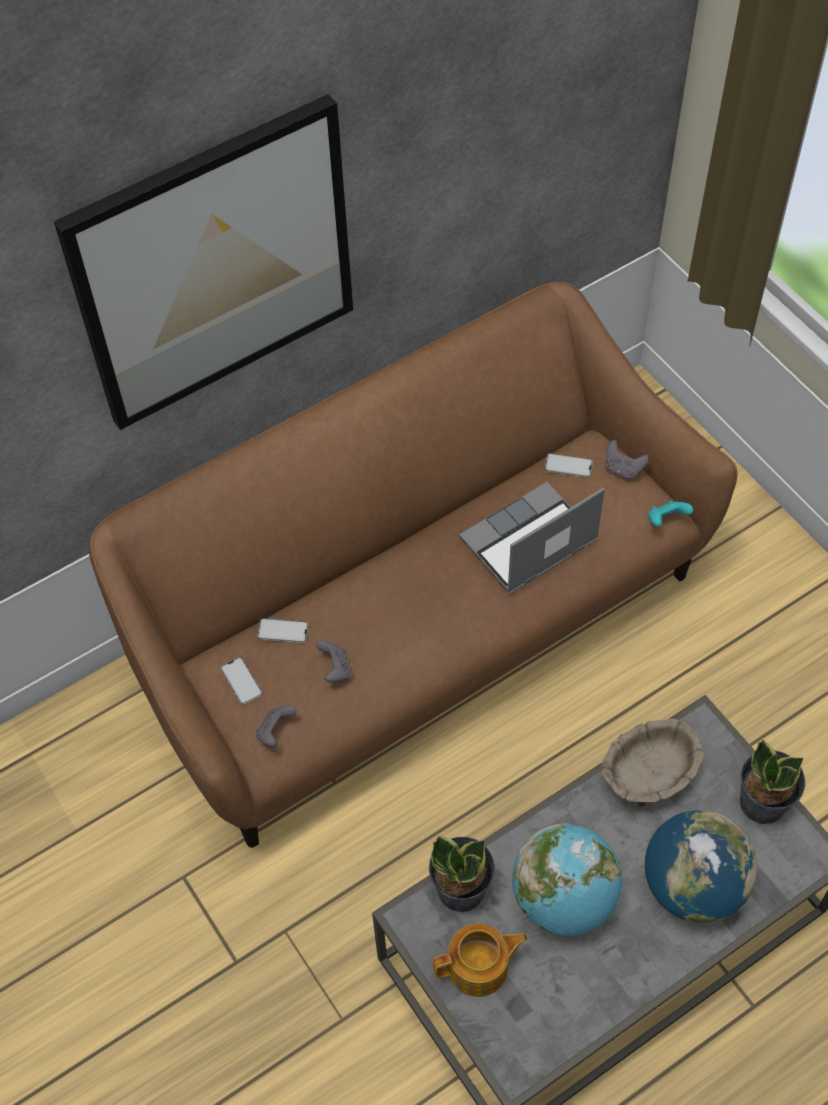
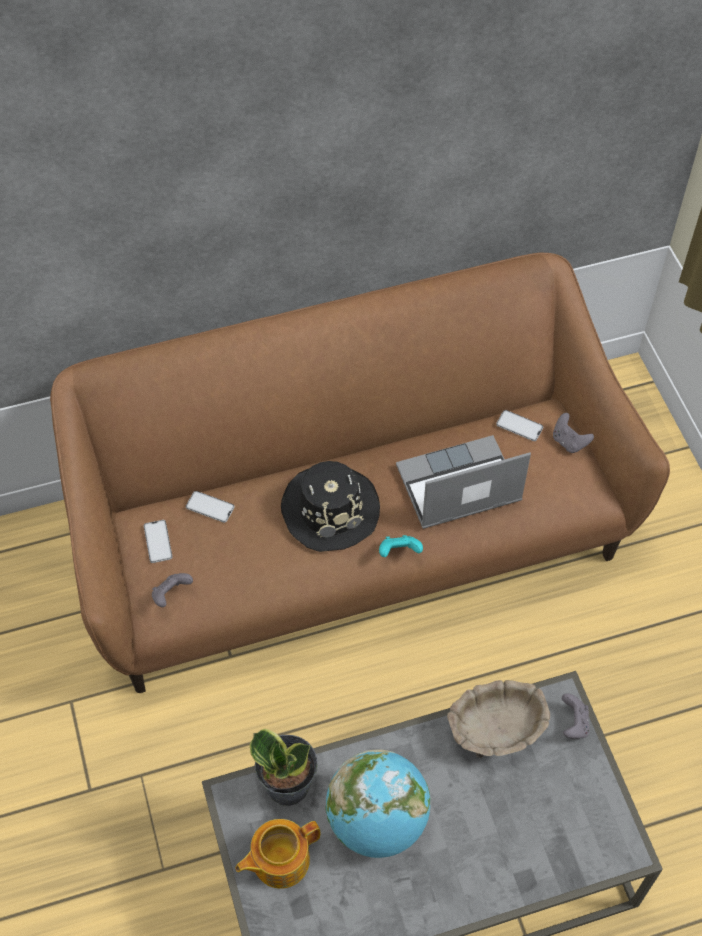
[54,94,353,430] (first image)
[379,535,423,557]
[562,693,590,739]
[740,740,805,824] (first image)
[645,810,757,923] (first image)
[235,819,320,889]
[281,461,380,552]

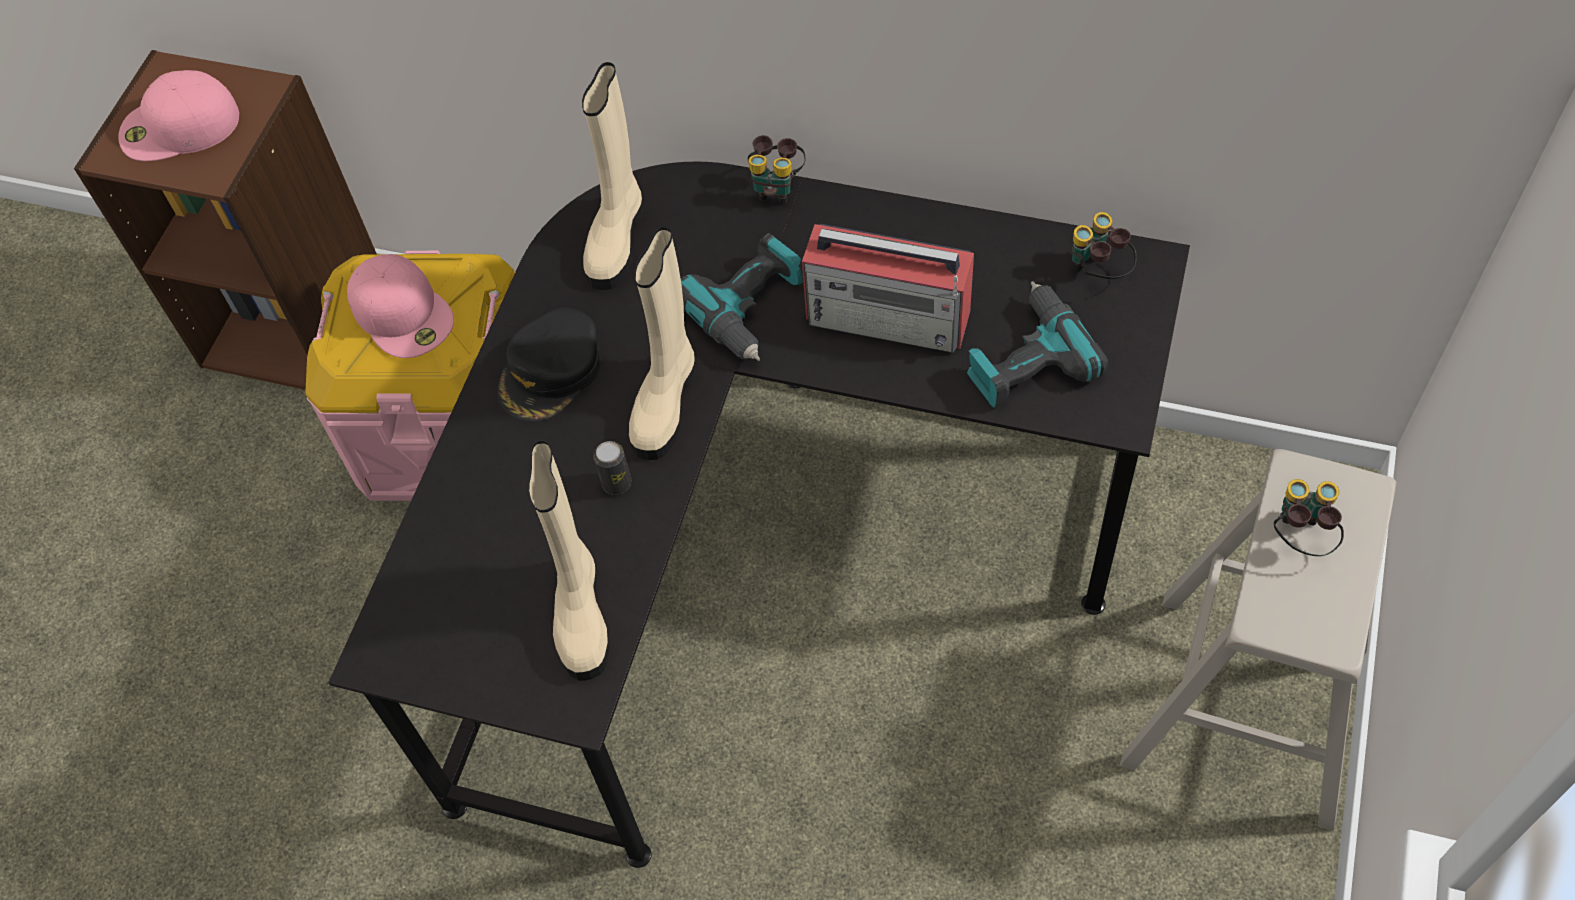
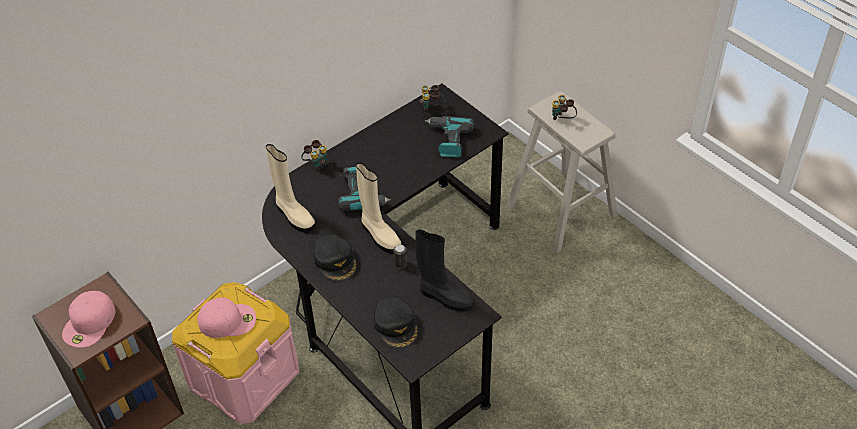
[802,224,974,353] (first image)
[415,230,474,312]
[373,296,418,349]

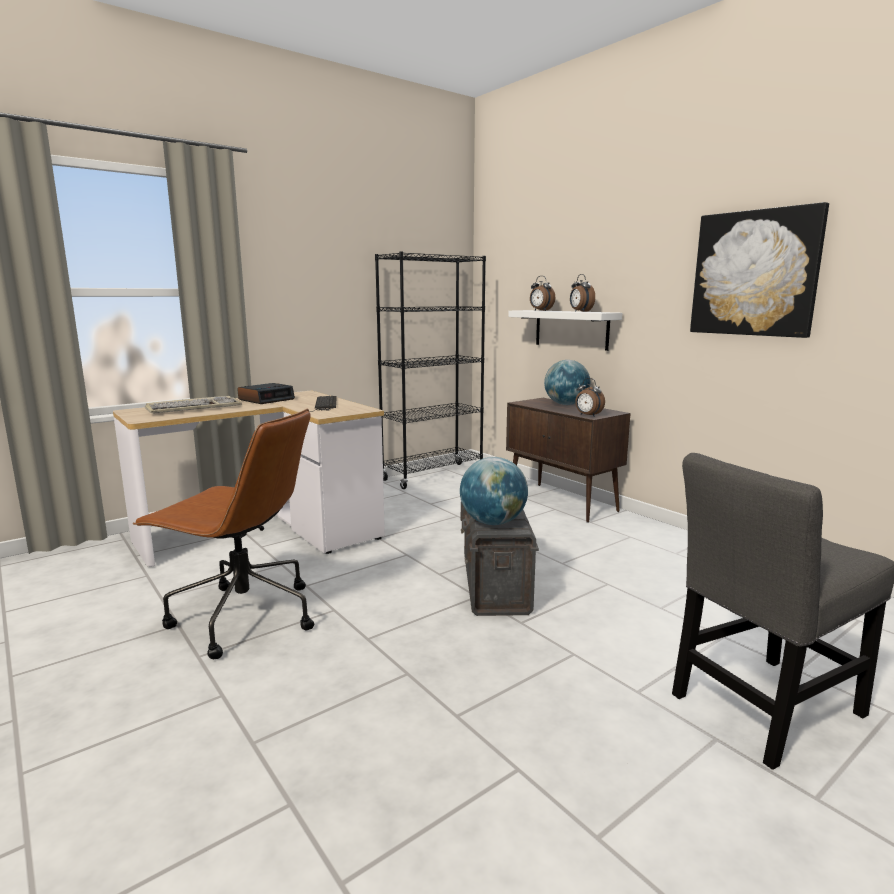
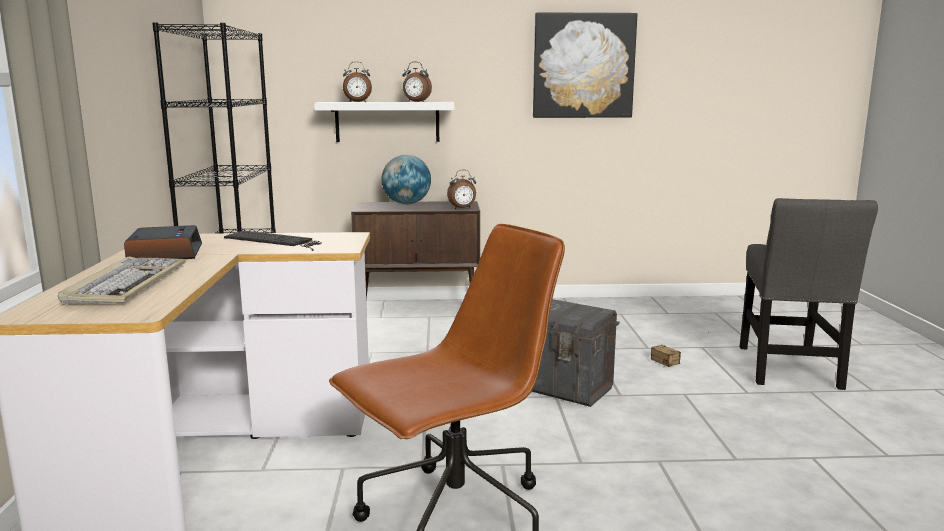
[460,457,528,525] (first image)
[651,331,709,367]

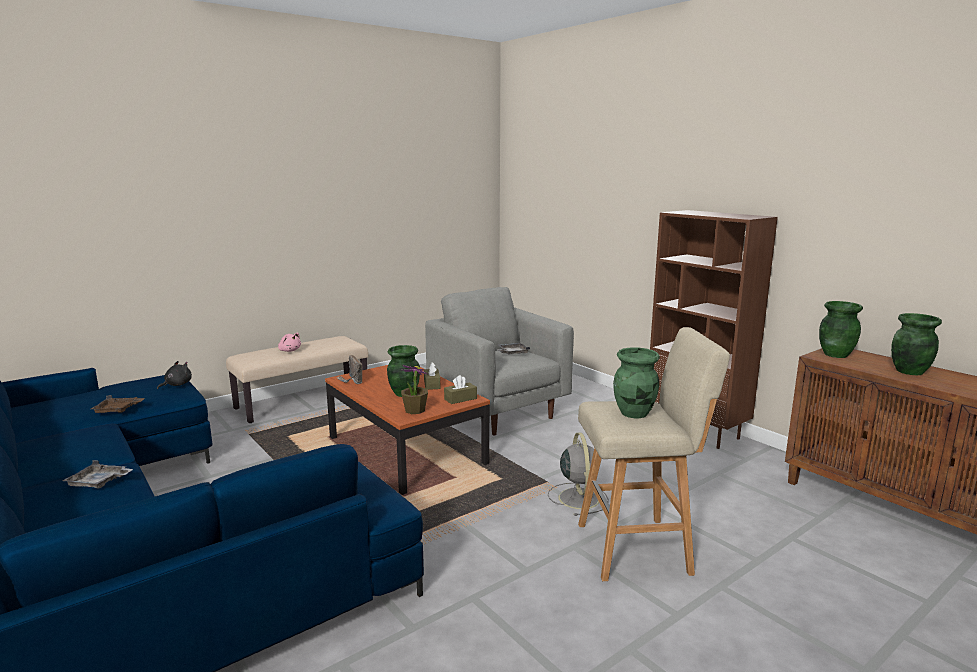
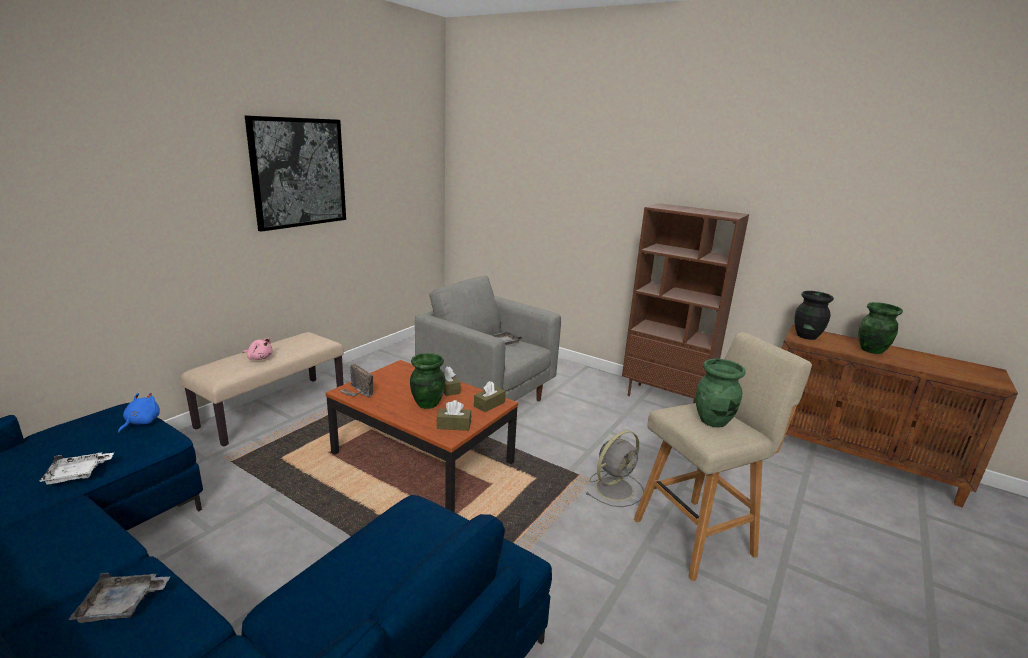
[794,291,834,340]
[118,393,160,433]
[437,400,471,431]
[39,452,114,484]
[585,430,644,507]
[245,115,346,232]

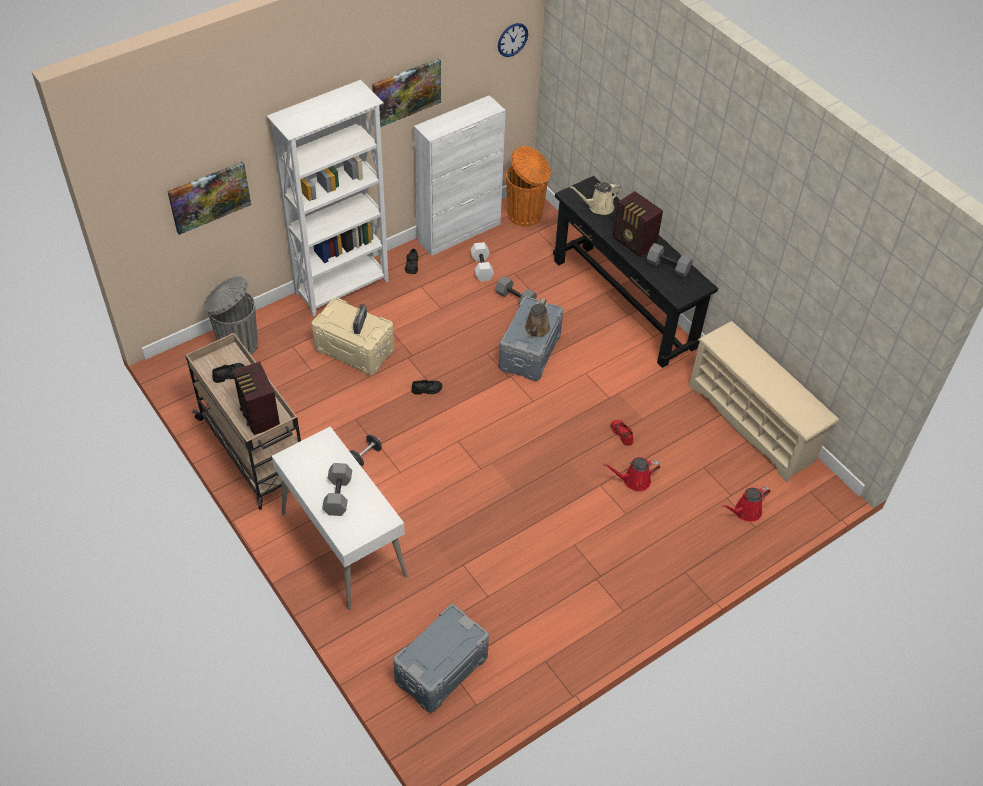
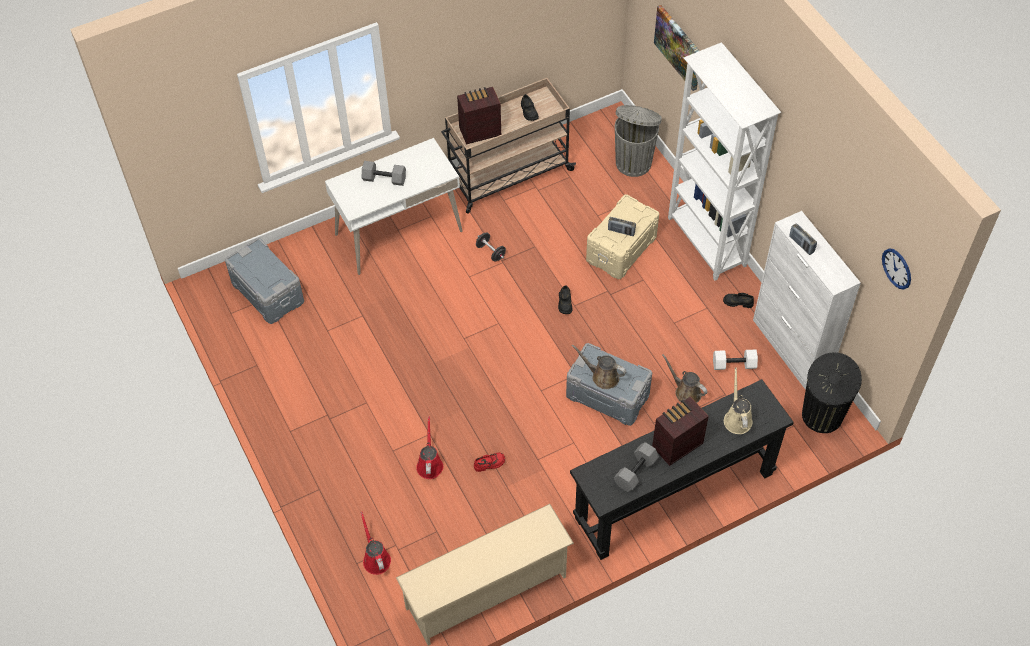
[372,58,441,127] (first image)
[802,352,862,433]
[662,354,707,403]
[789,223,817,255]

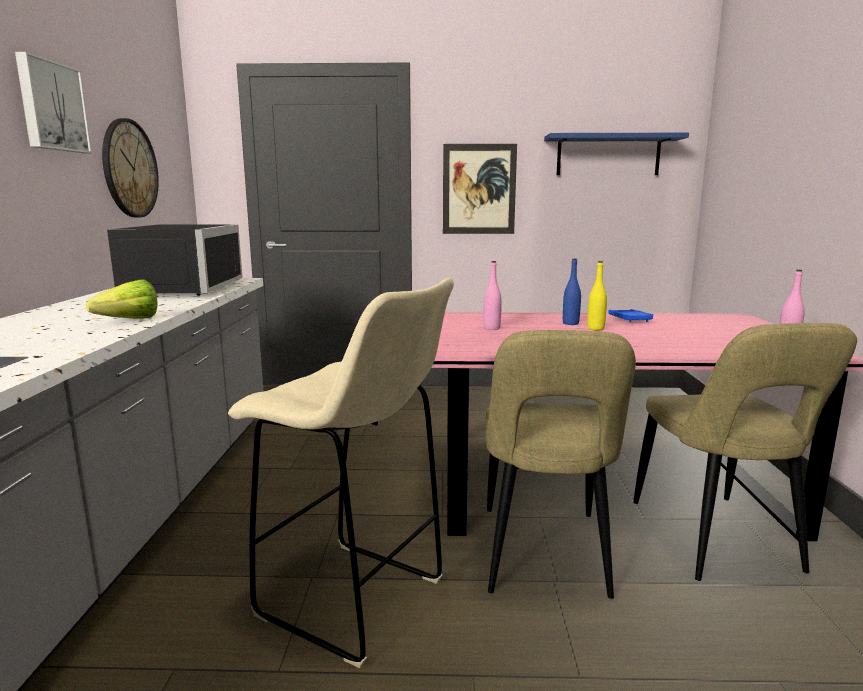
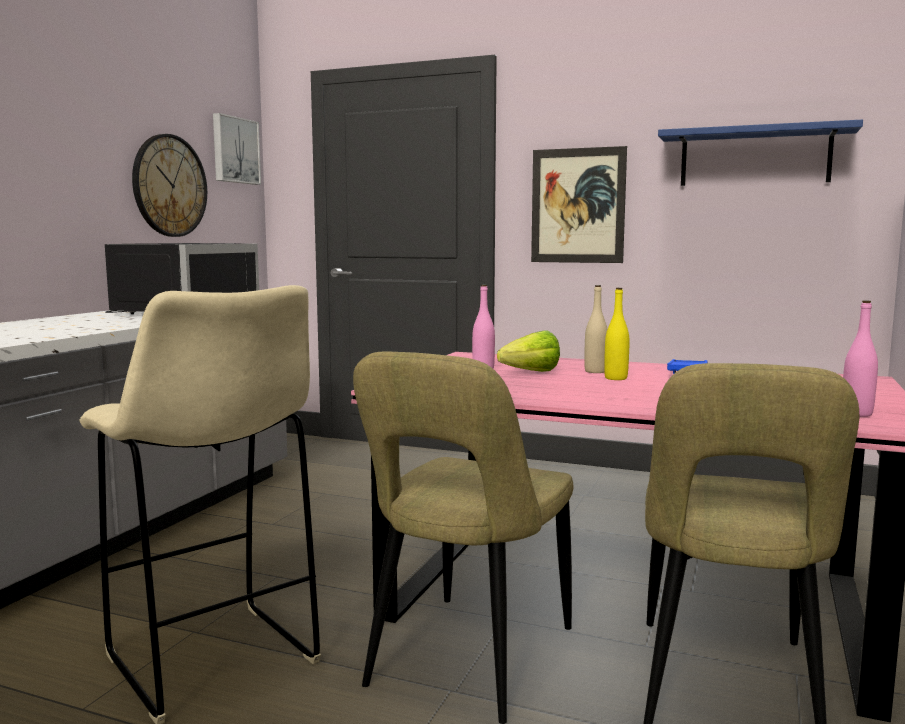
[213,113,261,185]
[584,285,607,373]
[497,330,560,372]

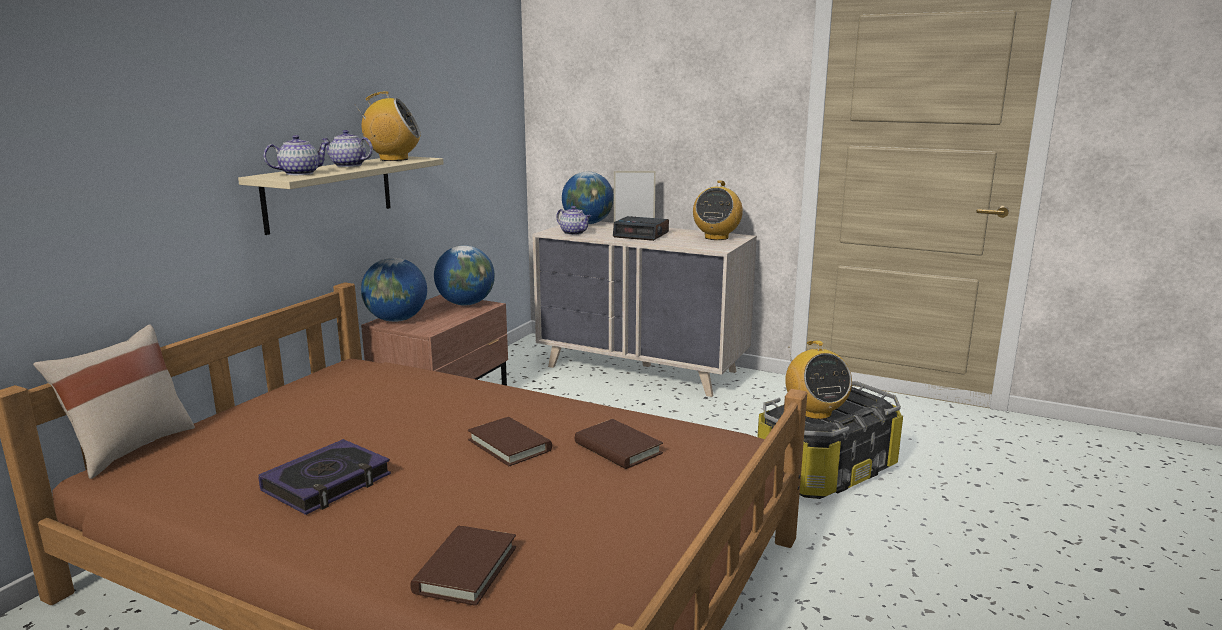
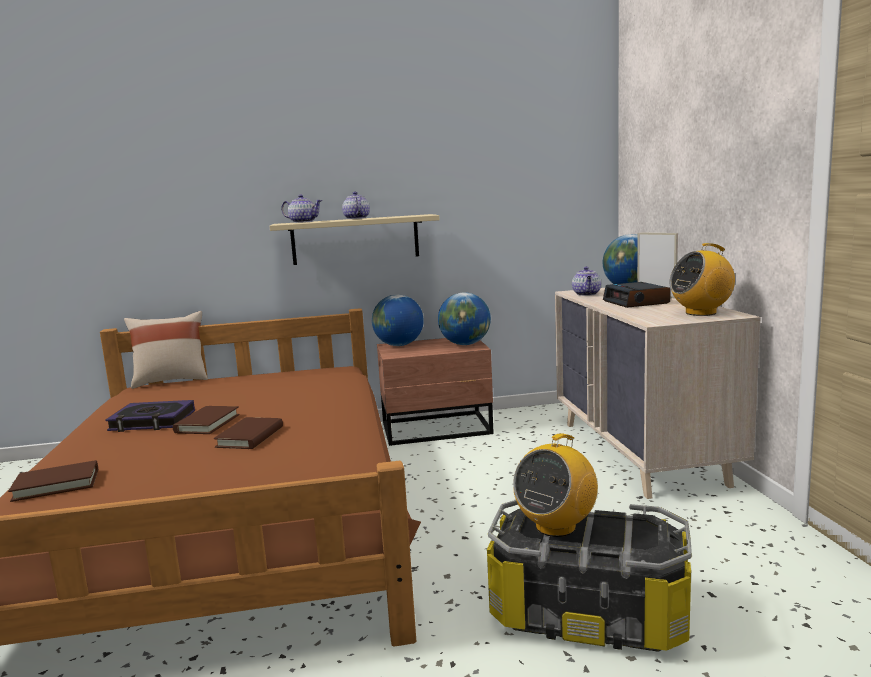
[355,91,421,161] (first image)
[173,406,240,434]

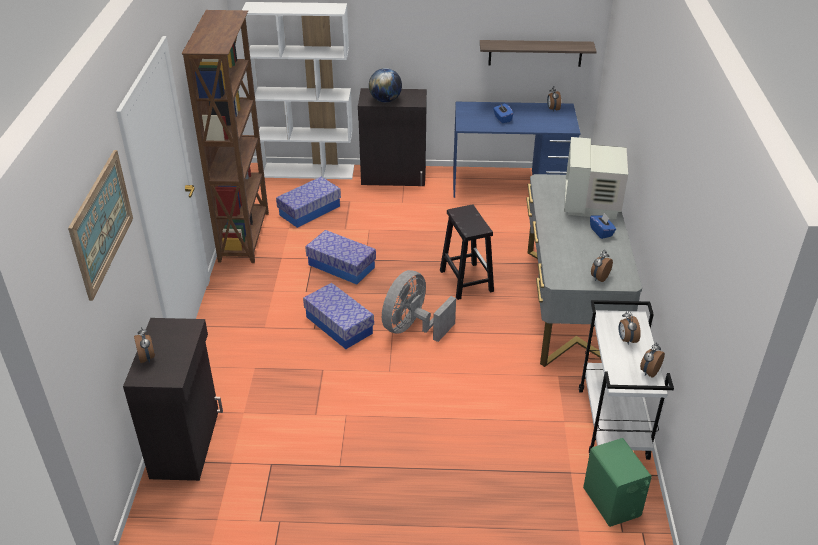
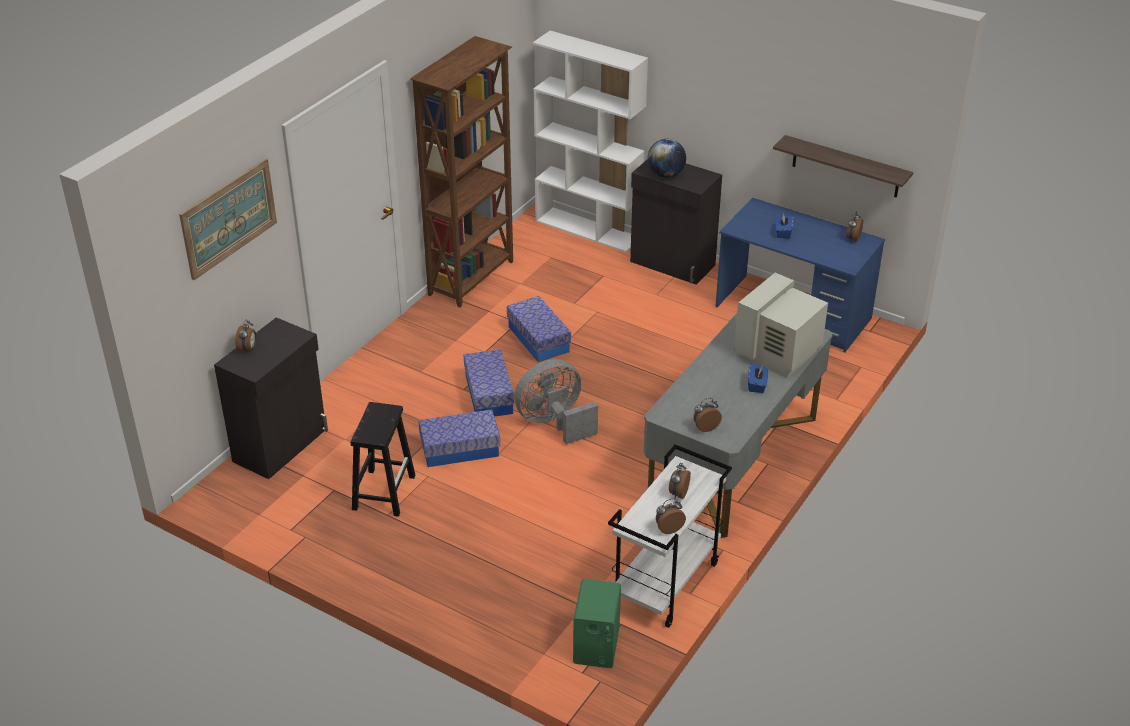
[418,409,500,467]
[350,402,416,517]

